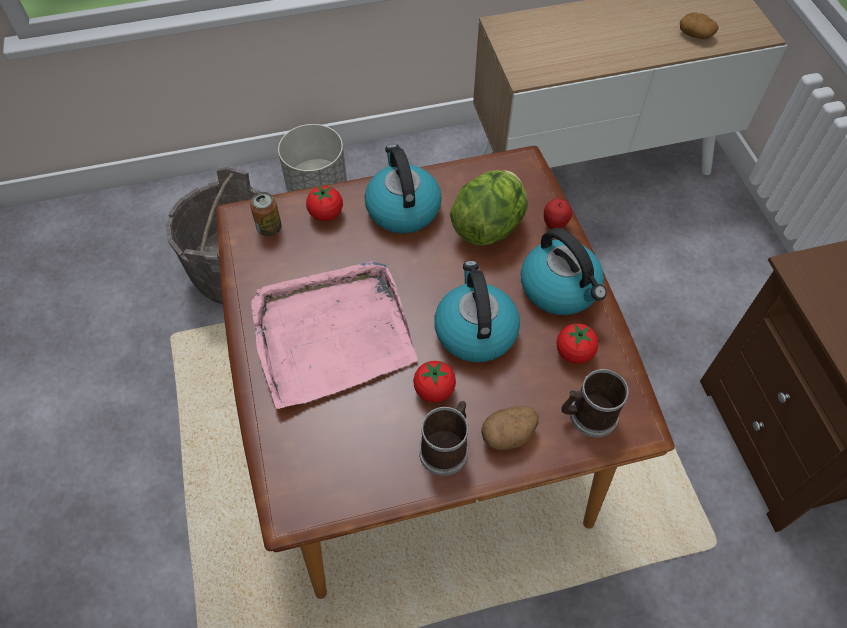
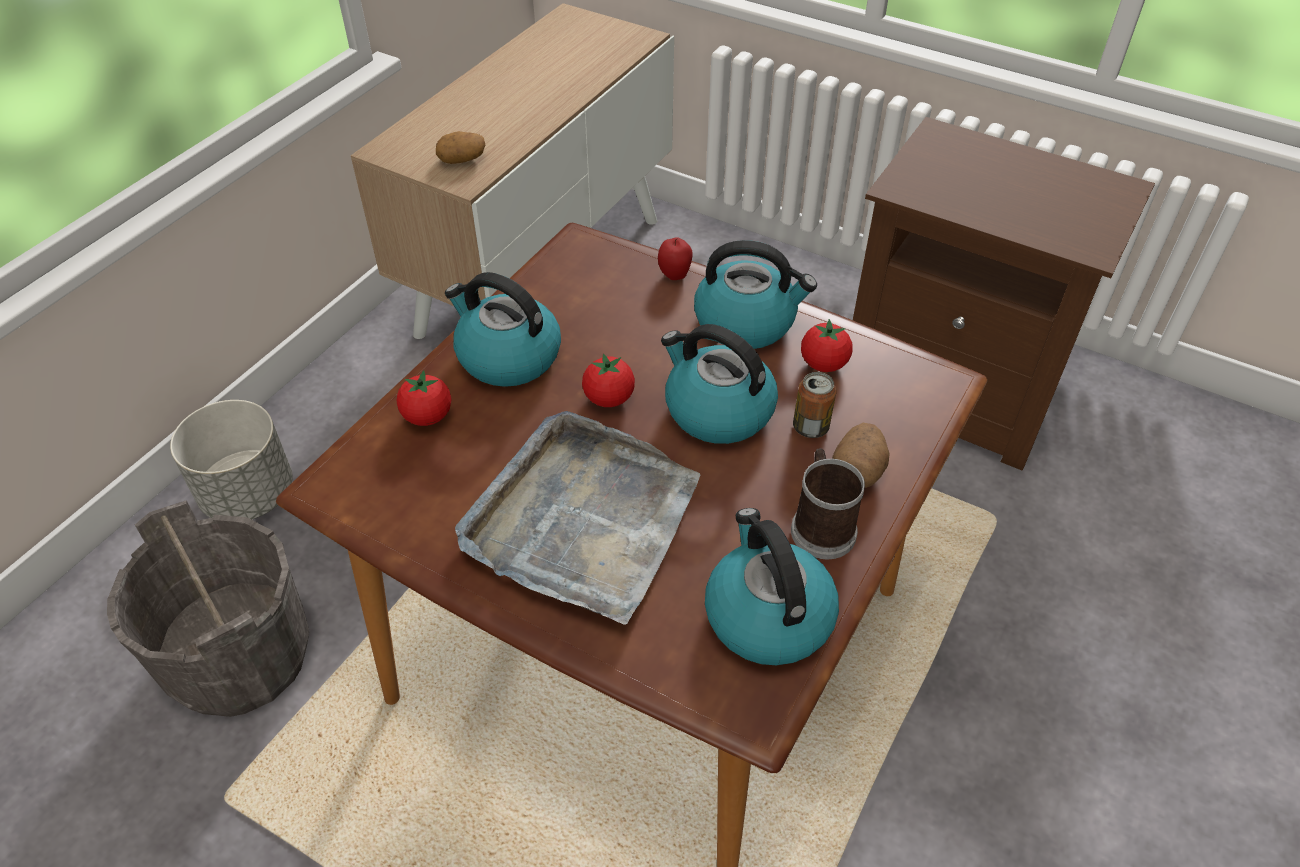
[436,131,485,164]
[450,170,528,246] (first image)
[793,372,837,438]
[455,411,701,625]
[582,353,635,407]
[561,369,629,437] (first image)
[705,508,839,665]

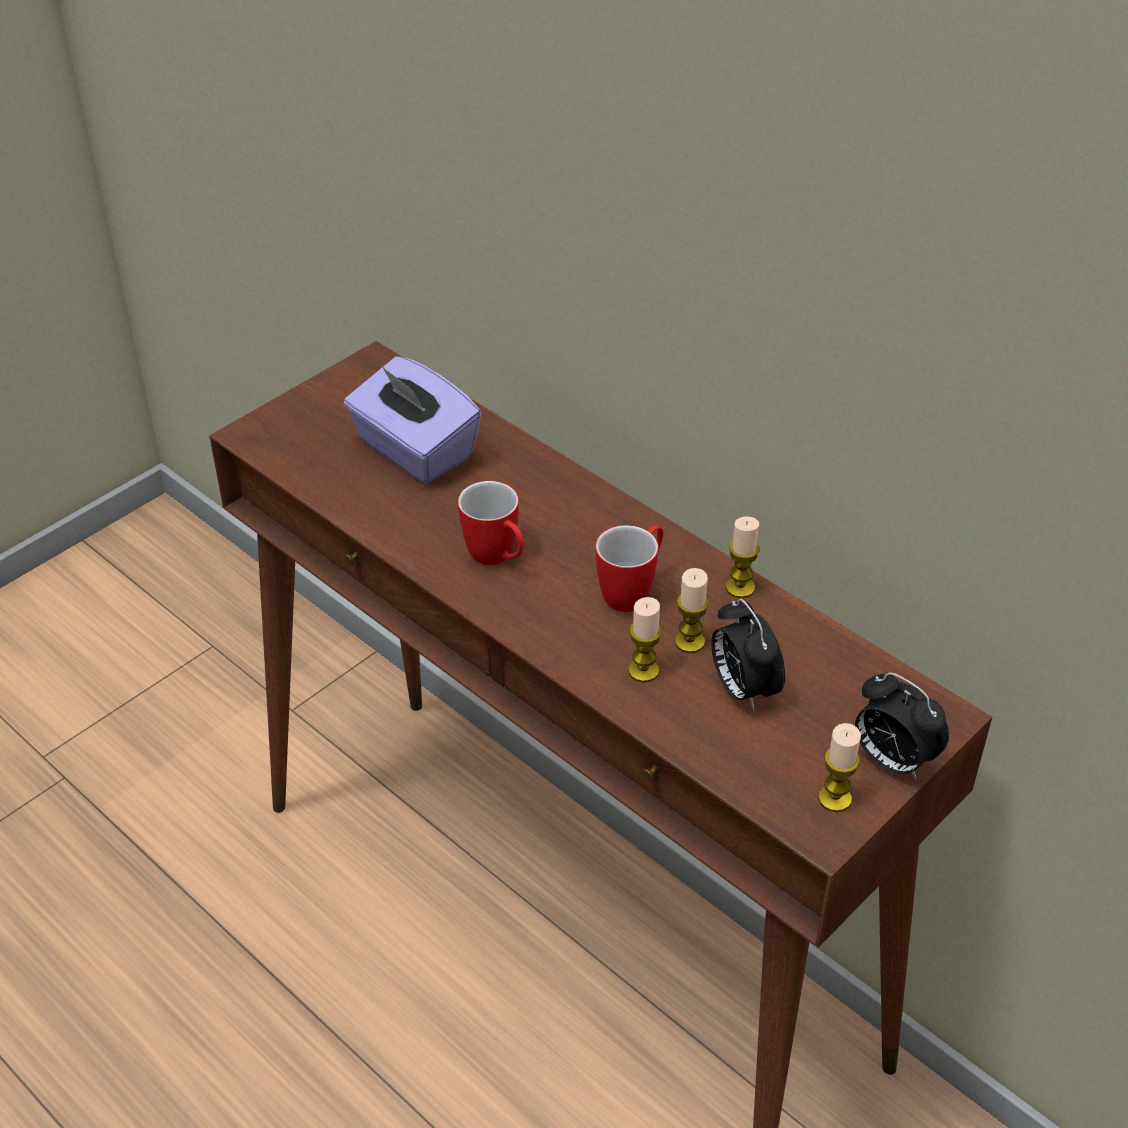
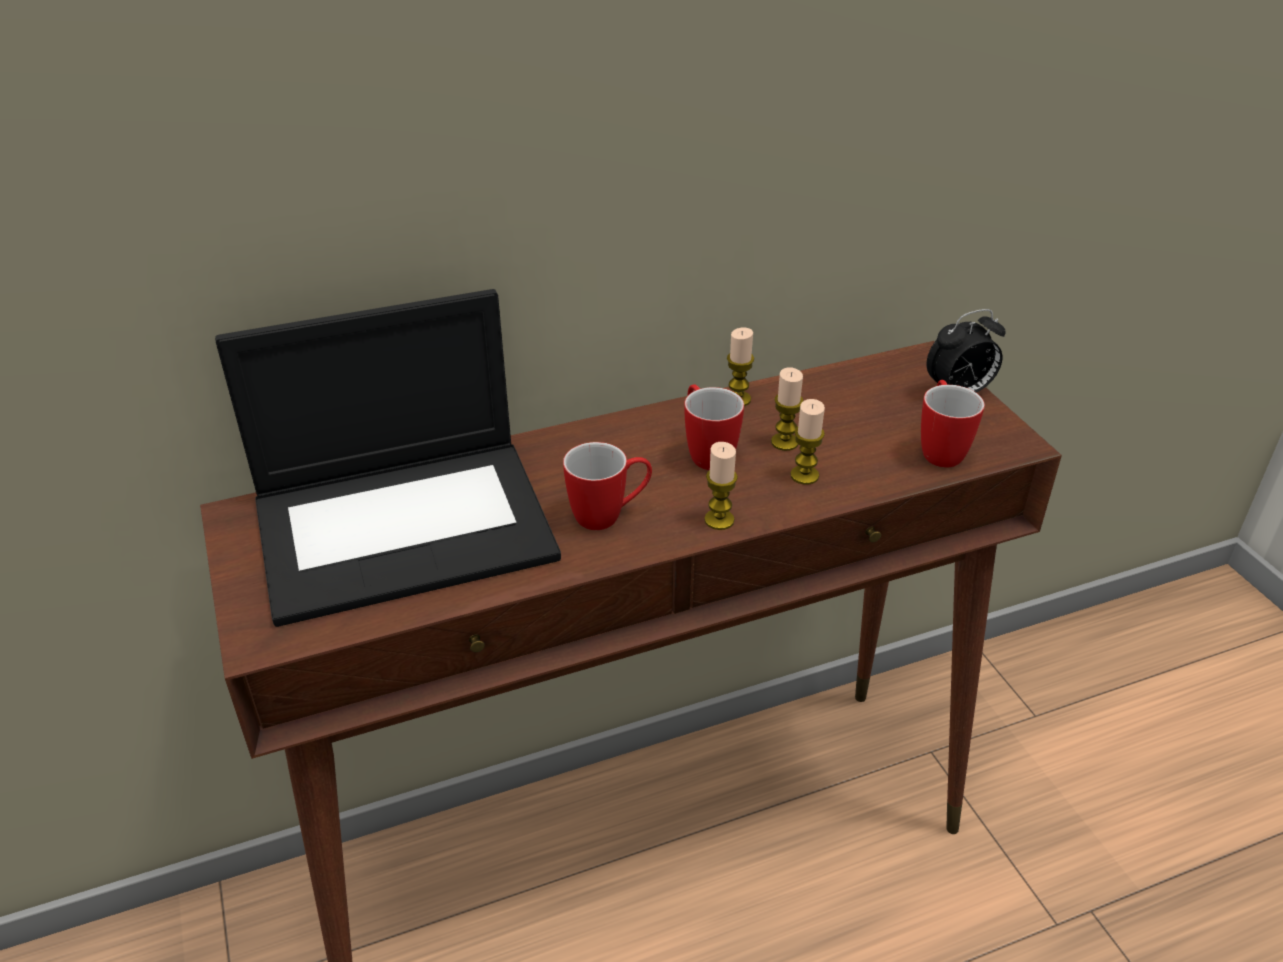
[215,289,561,627]
[711,598,785,712] (first image)
[704,442,738,530]
[921,380,985,468]

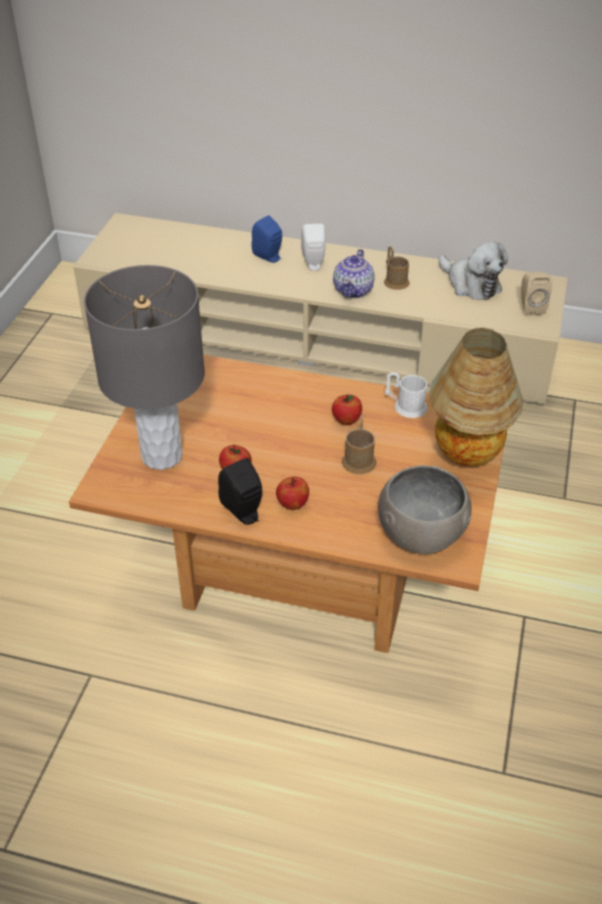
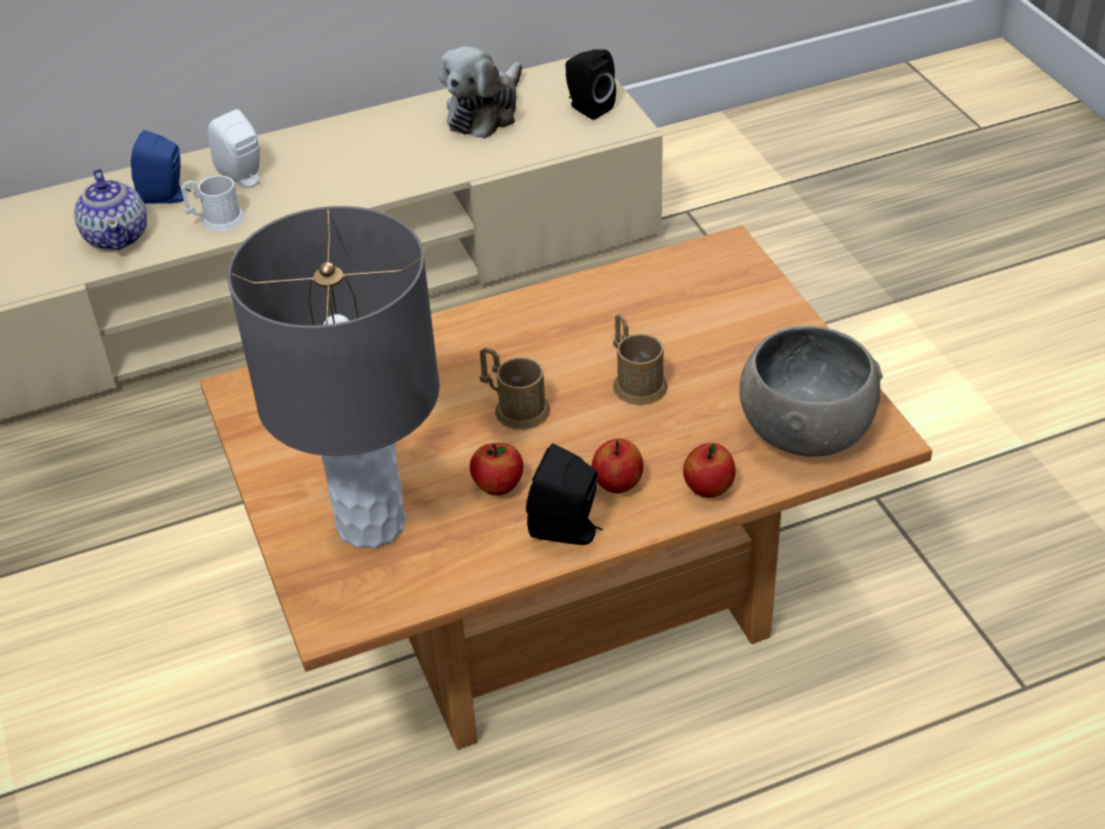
[439,46,522,139]
[480,347,550,430]
[74,169,147,250]
[565,49,616,120]
[429,328,523,467] (first image)
[181,175,245,231]
[683,443,735,498]

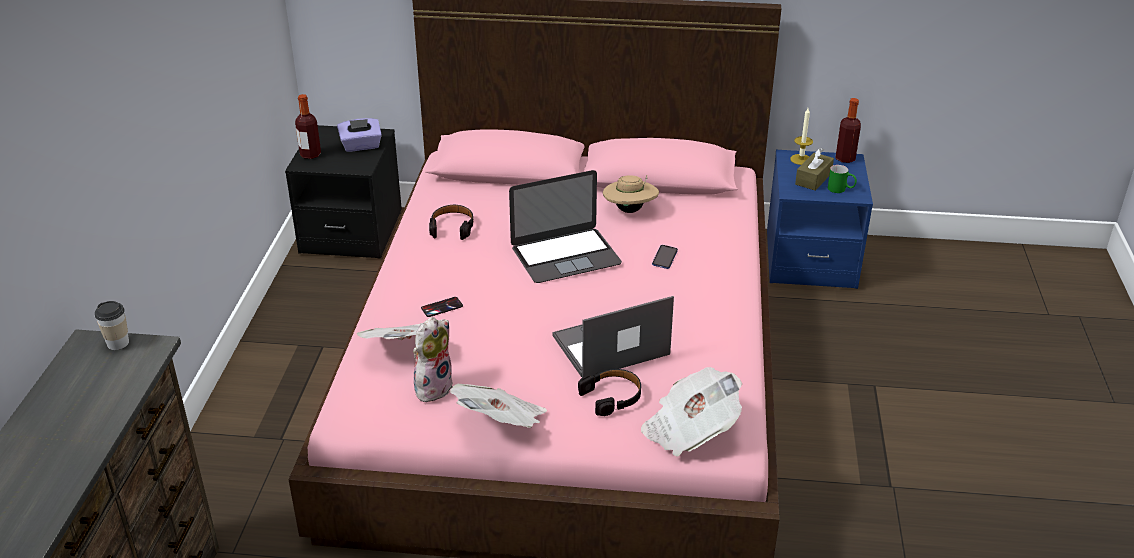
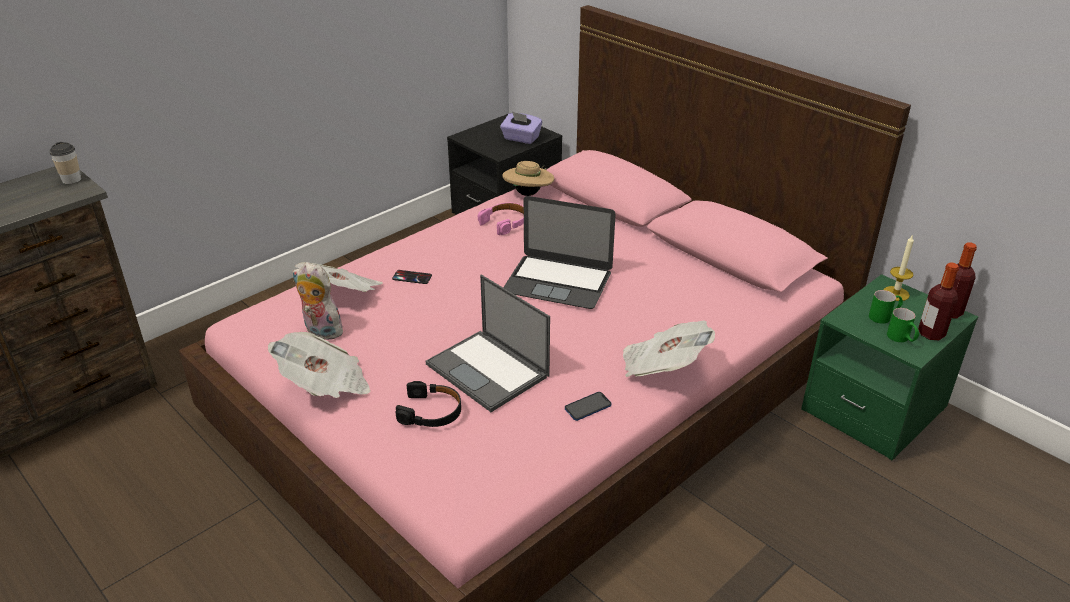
[918,263,959,340]
[869,290,903,324]
[801,274,978,460]
[502,161,554,196]
[478,203,524,235]
[565,392,611,421]
[426,275,550,412]
[292,262,343,340]
[623,321,715,377]

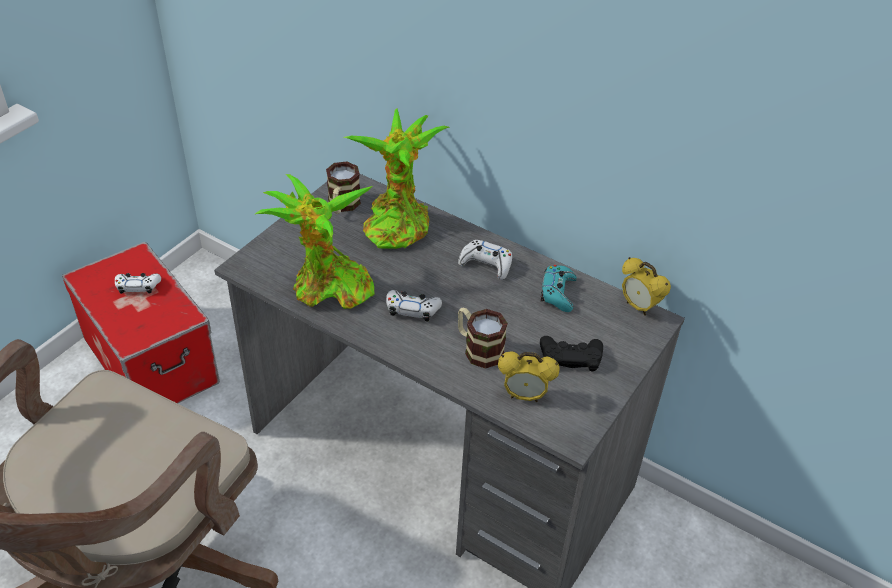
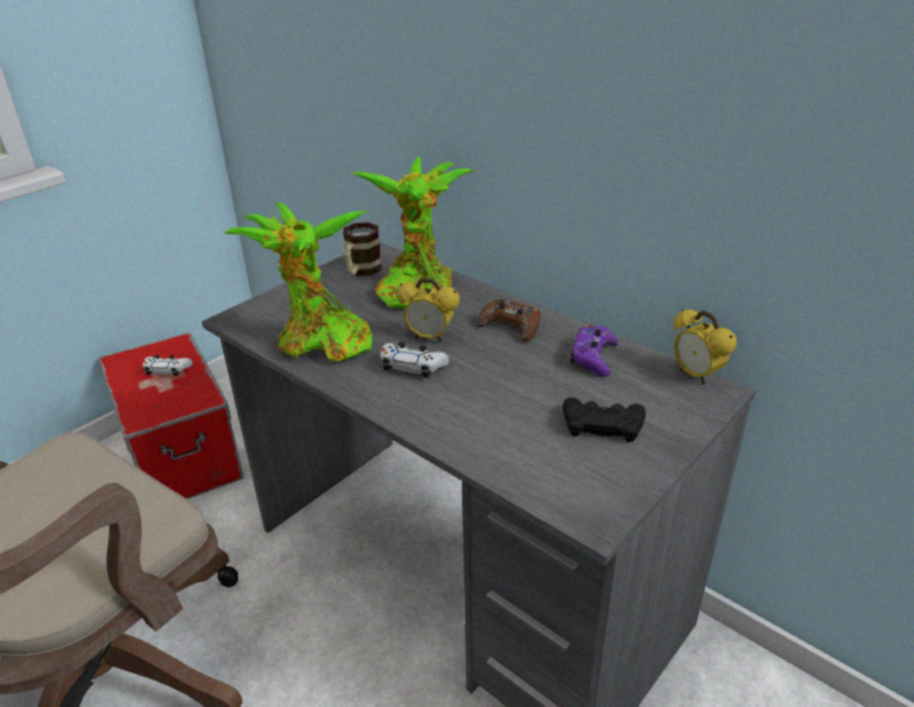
[477,299,541,342]
[570,324,618,377]
[458,307,508,369] (first image)
[397,278,460,343]

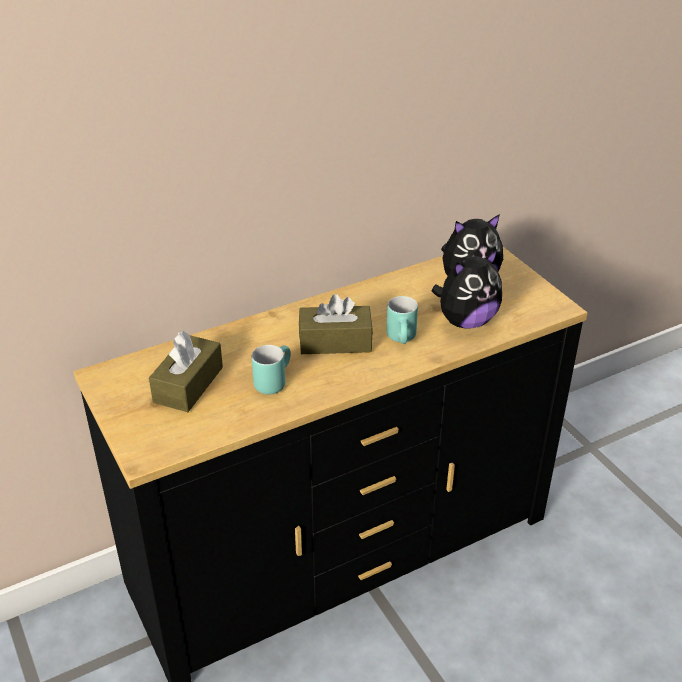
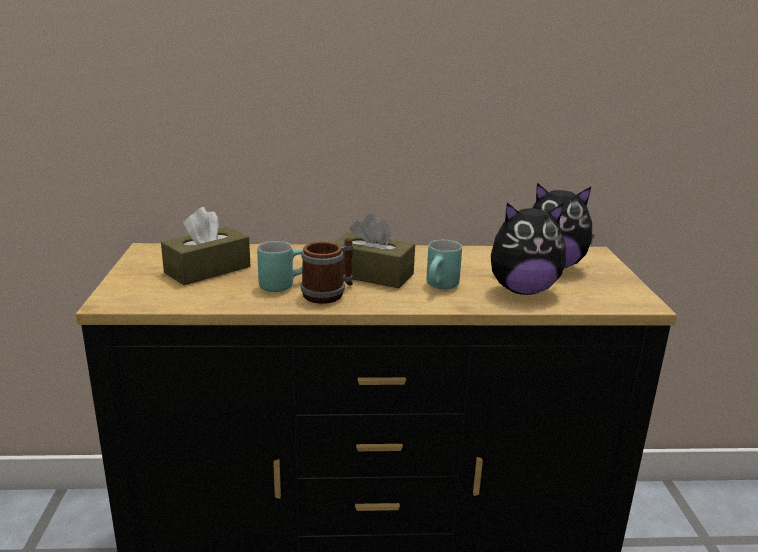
[301,237,353,304]

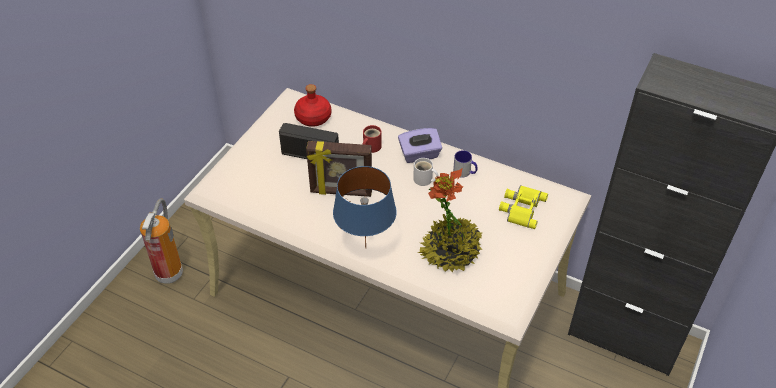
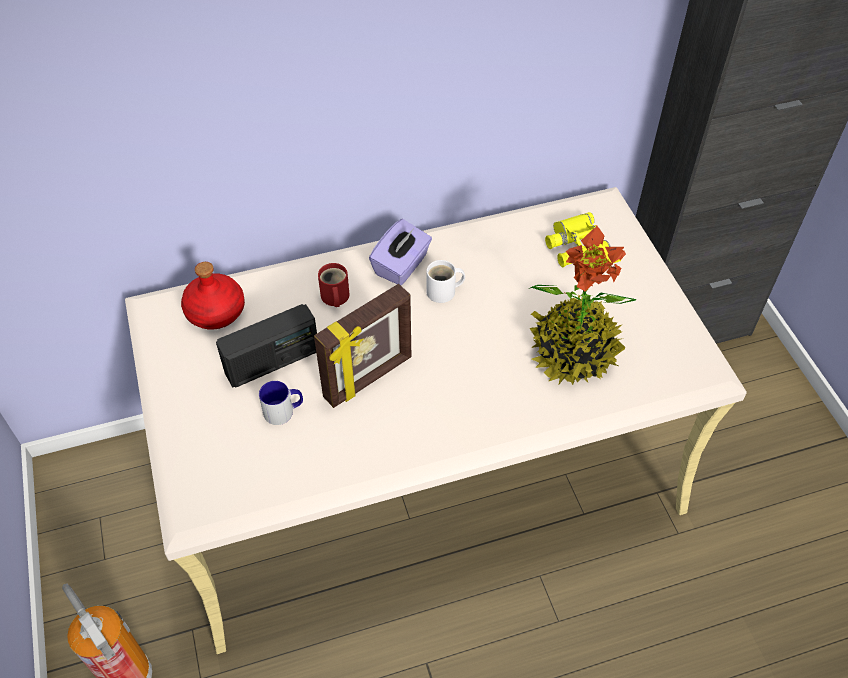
[259,381,303,425]
[333,166,397,249] (first image)

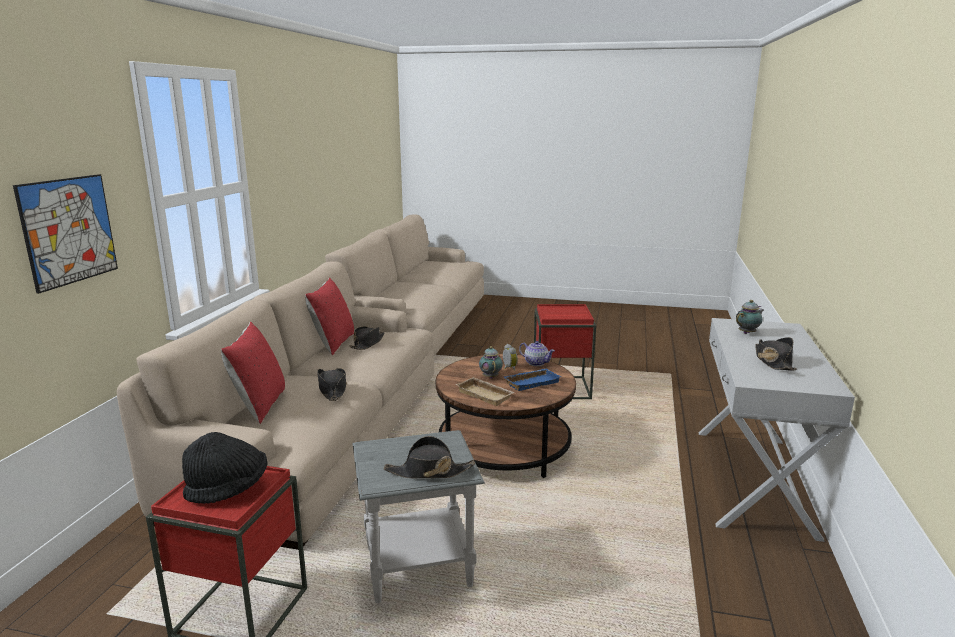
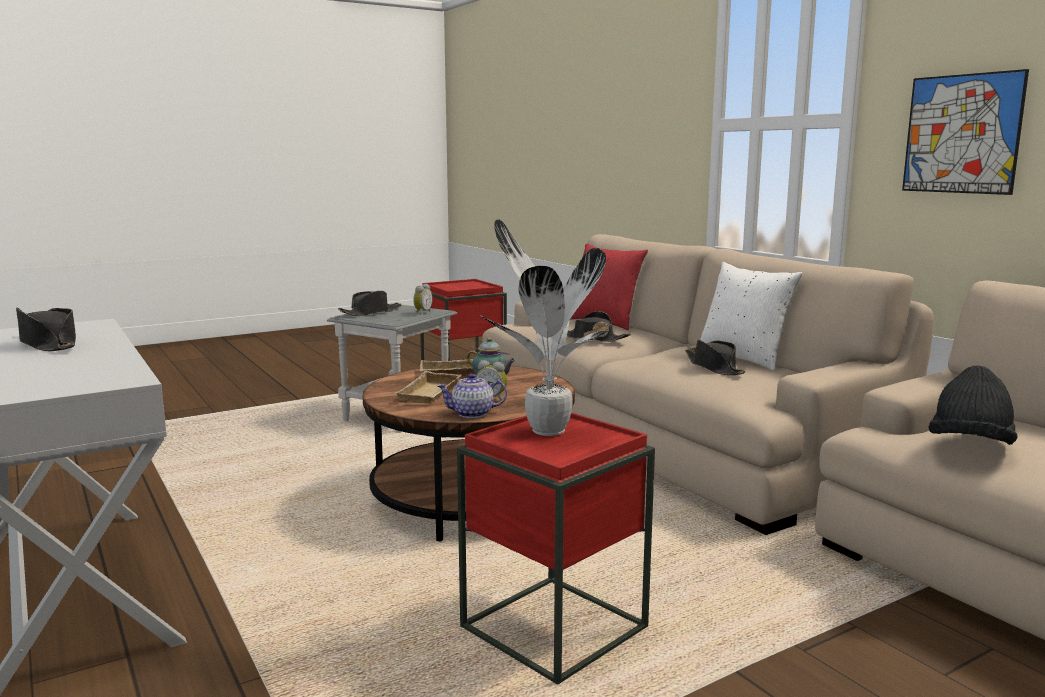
[902,69,1029,195]
[700,262,802,371]
[736,300,764,334] (first image)
[394,371,461,404]
[928,366,1018,445]
[480,219,607,436]
[413,284,433,315]

